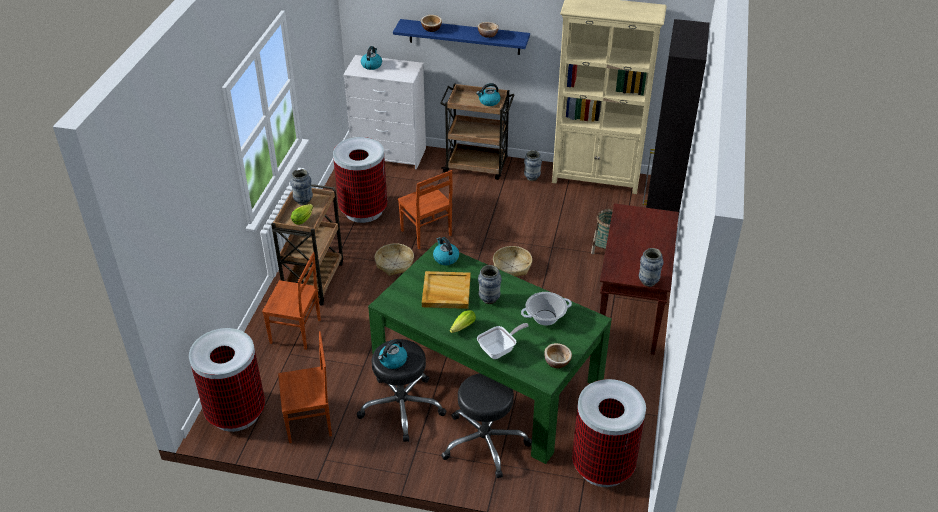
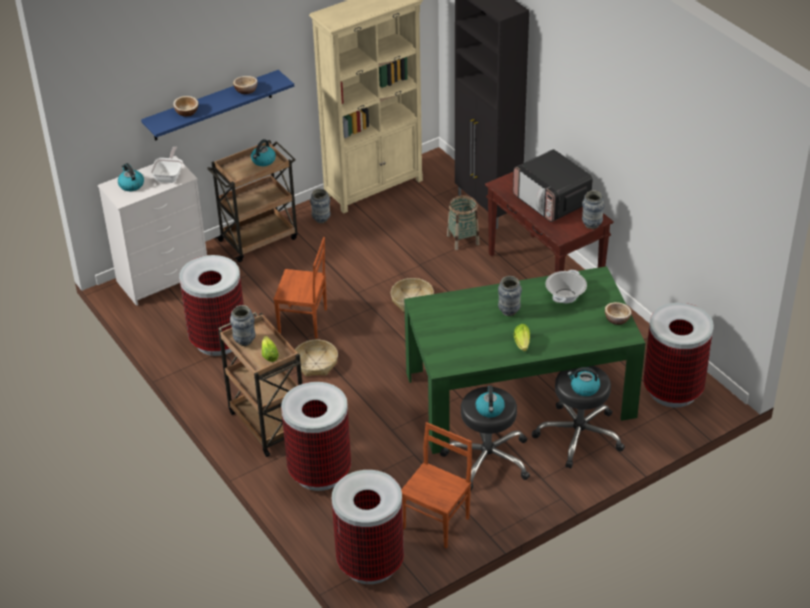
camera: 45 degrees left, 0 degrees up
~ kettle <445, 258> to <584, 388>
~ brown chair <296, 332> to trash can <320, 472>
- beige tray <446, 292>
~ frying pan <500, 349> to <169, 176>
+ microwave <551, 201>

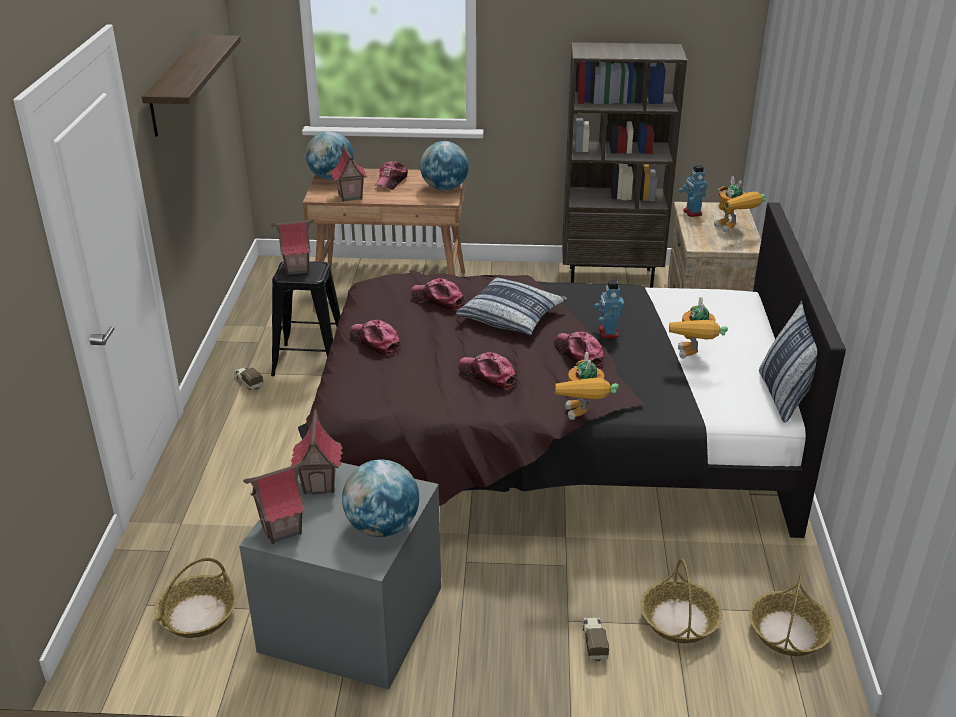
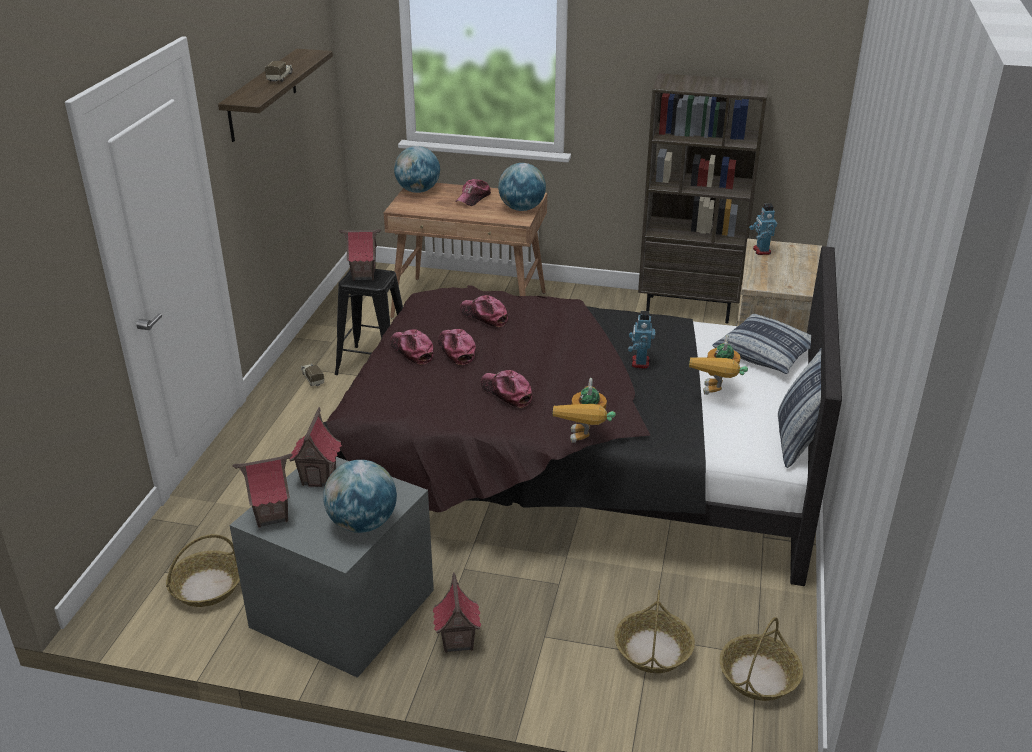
camera: 10 degrees right, 0 degrees up
~ toy house <350, 196> to <457, 641>
- toy robot <733, 230>
~ pillow <511, 316> to <767, 353>
~ cap <578, 354> to <456, 350>
~ toy truck <594, 643> to <280, 77>

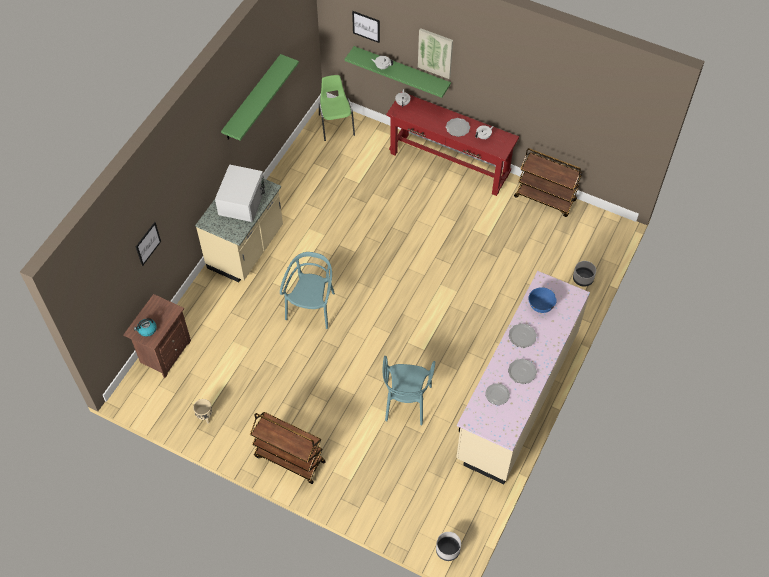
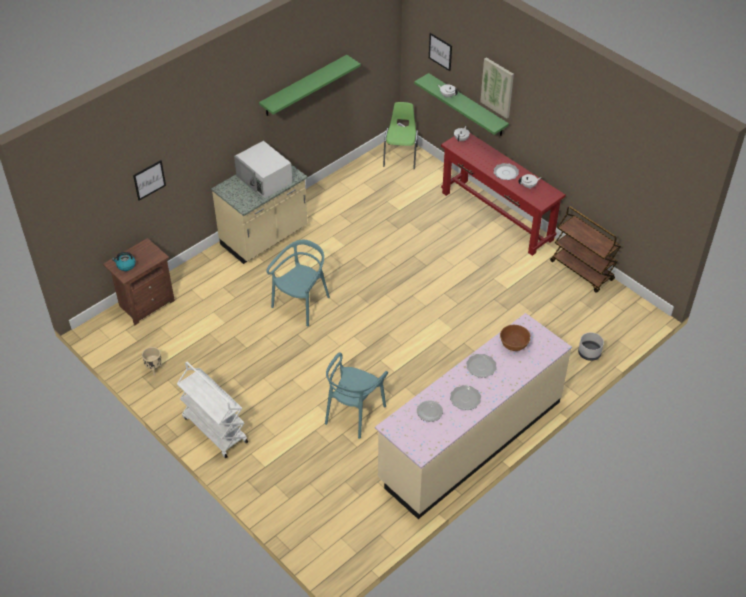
camera: 20 degrees right, 10 degrees down
~ white microwave <242, 200> = <264, 179> 105 degrees clockwise
~ blue bowl <541, 305> to brown bowl <514, 344>
~ brown cart <289, 459> to white cart <214, 429>
- grey planter <447, 550>

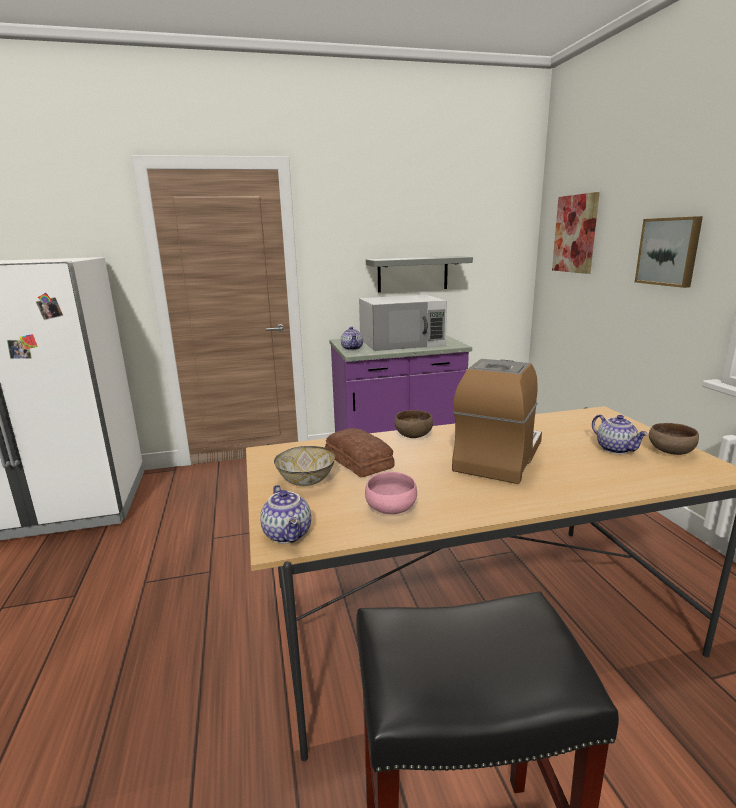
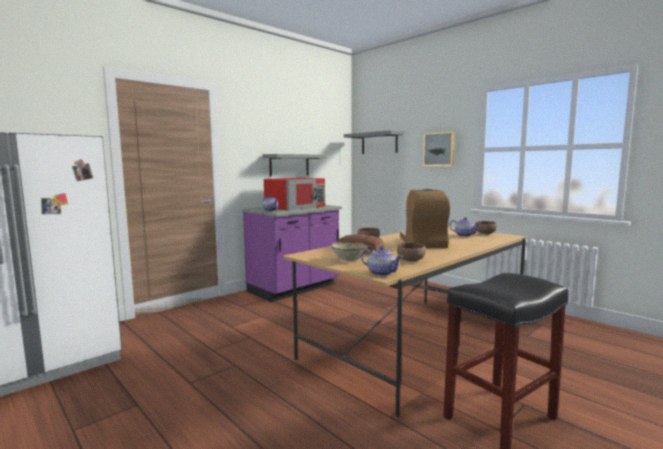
camera: 30 degrees left, 10 degrees down
~ picture <575, 234> to grey shelf <379, 143>
~ white microwave <402, 342> to red microwave <295, 207>
~ pink bowl <391, 510> to brown bowl <411, 261>

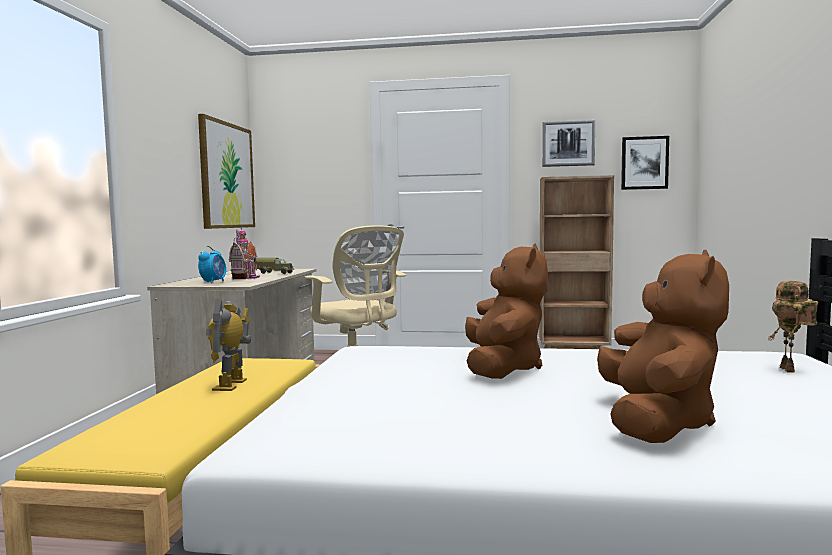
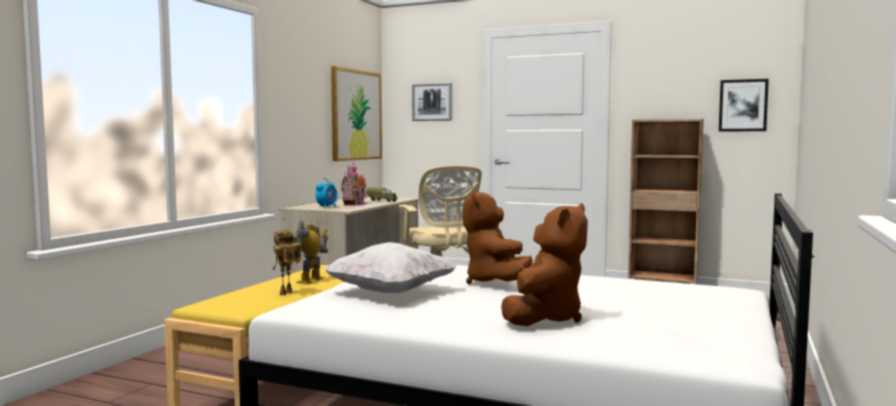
camera: 15 degrees right, 0 degrees up
~ picture <568, 143> to <432, 102>
~ brown plush toy <502, 369> = <494, 282> 150 degrees clockwise
~ toy robot <790, 370> to <286, 293>
+ white pillow <391, 293>

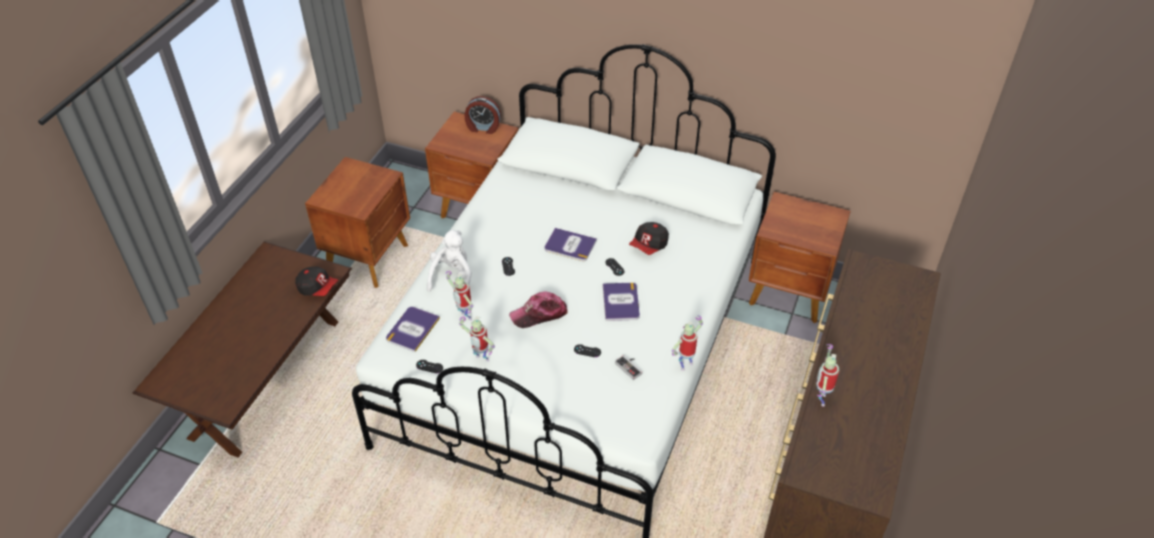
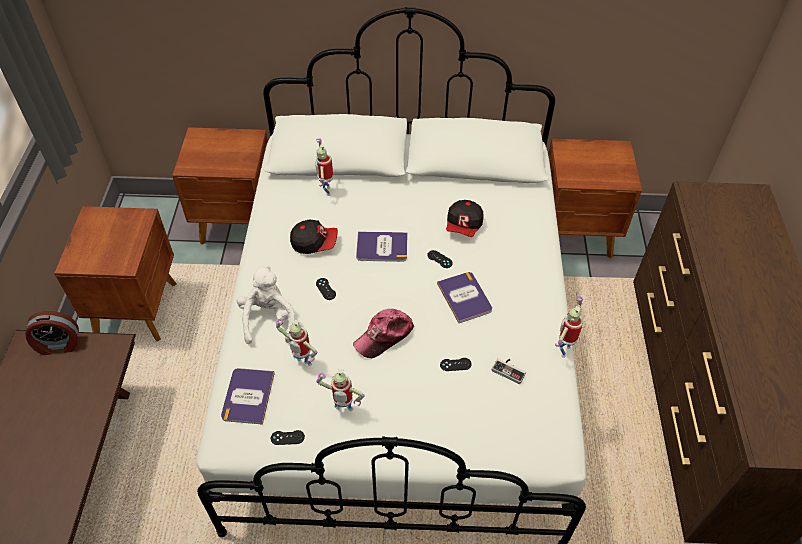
camera: 20 degrees left, 5 degrees up
~ alarm clock <483, 128> to <58, 345>
~ cap <317, 288> to <314, 243>
~ toy robot <820, 399> to <326, 191>

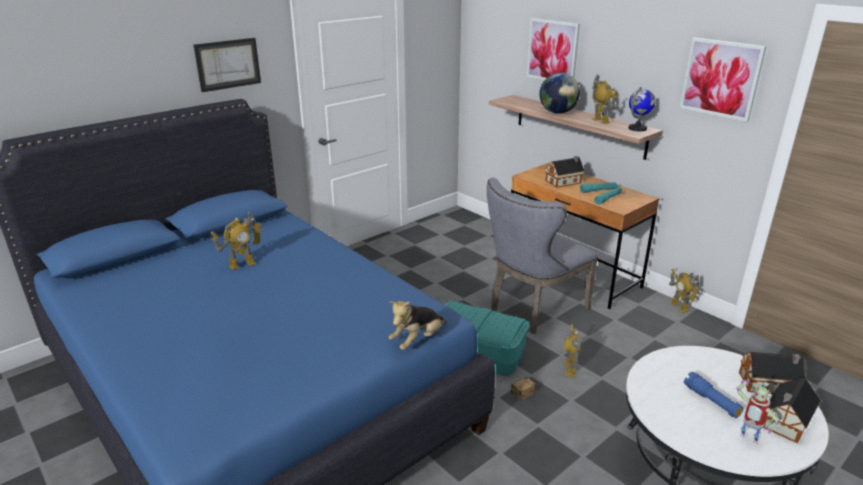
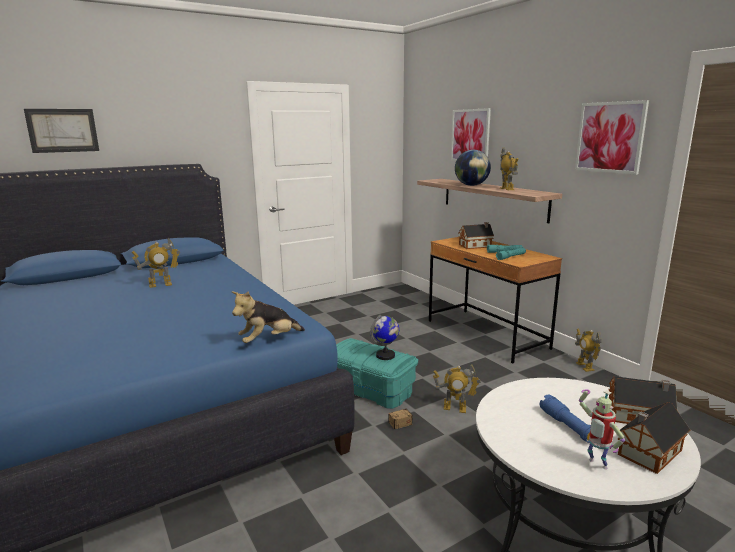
camera: 10 degrees right, 10 degrees down
~ picture <228, 64> to <63, 130>
~ globe <637, 128> to <385, 356>
- grey chair <533, 310>
~ toy robot <570, 369> = <455, 408> 90 degrees counterclockwise

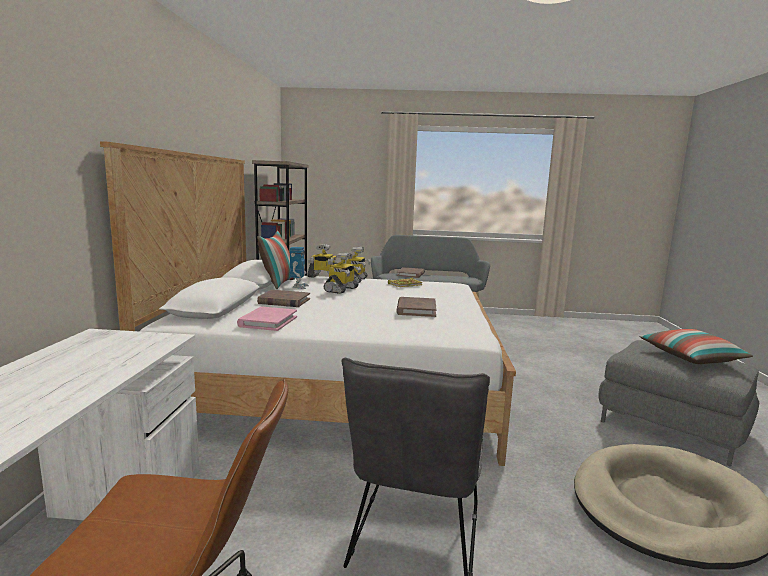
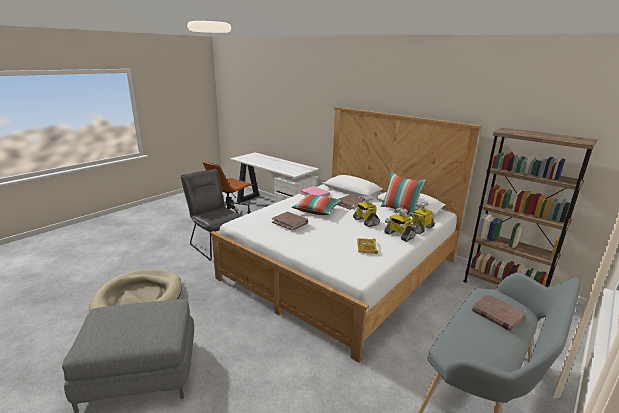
camera: 125 degrees right, 10 degrees up
- toy robot <299, 287>
~ pillow <691, 358> to <316, 210>

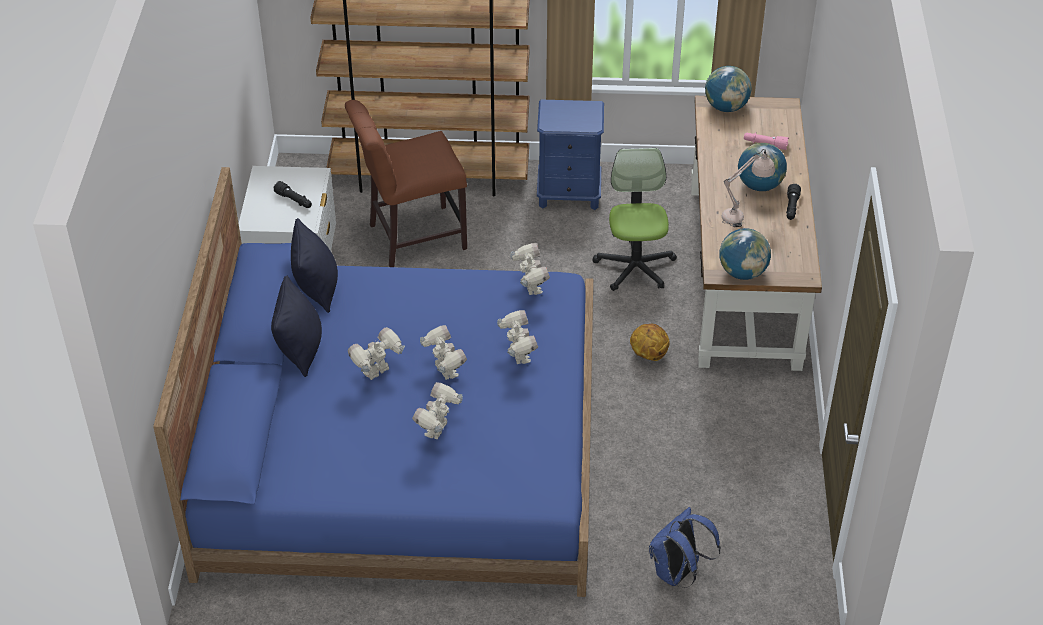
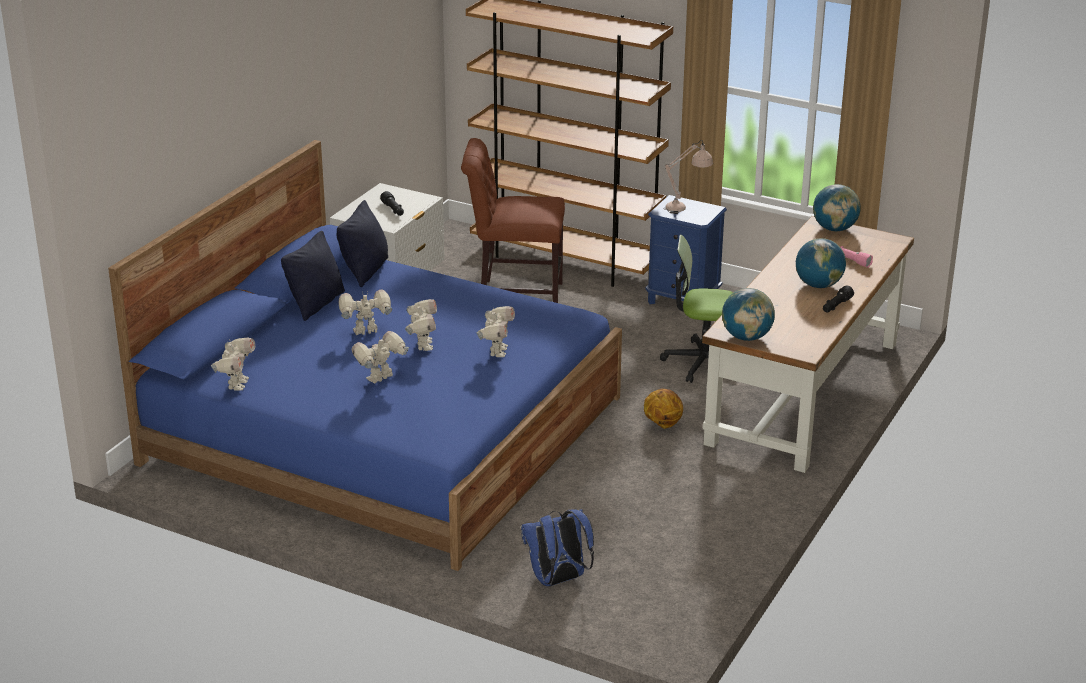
camera: 25 degrees right, 15 degrees down
~ office chair <635, 267> = <702, 362> 105 degrees counterclockwise
~ beige table lamp <744, 215> to <686, 208>
~ toy robot <530, 288> to <236, 384>

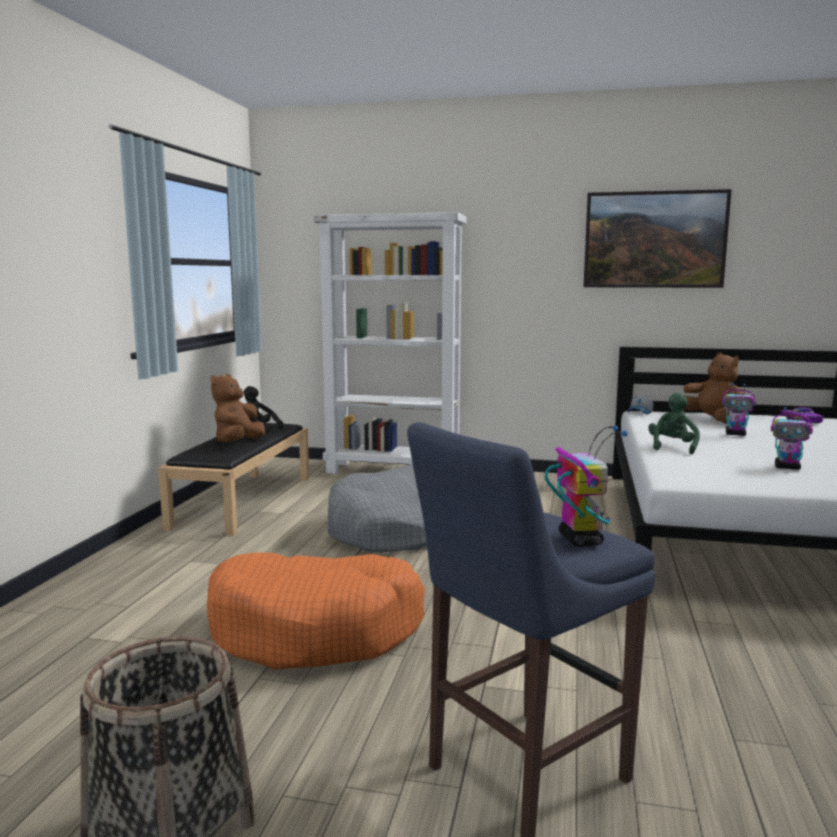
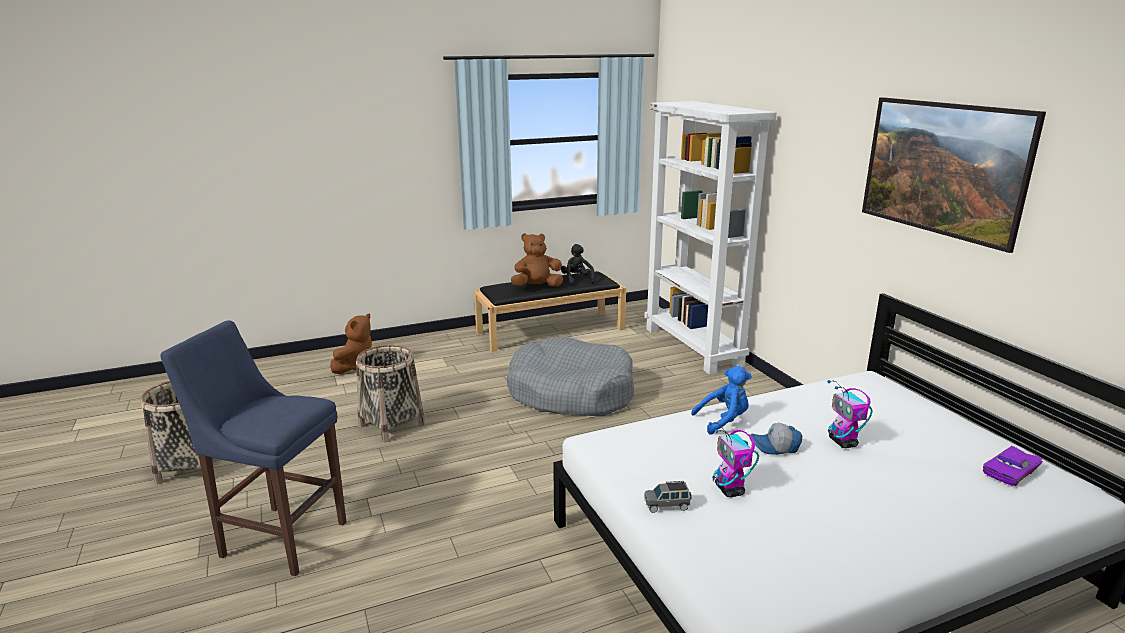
camera: 55 degrees right, 10 degrees up
~ brown plush toy <712, 420> to <356, 367>
~ green plush toy <672, 447> to blue plush toy <724, 421>
~ cap <640, 412> to <775, 447>
- toy robot <579, 539>
~ orange dog bed <316, 630> to basket <391, 425>
+ grey toy car <667, 505>

